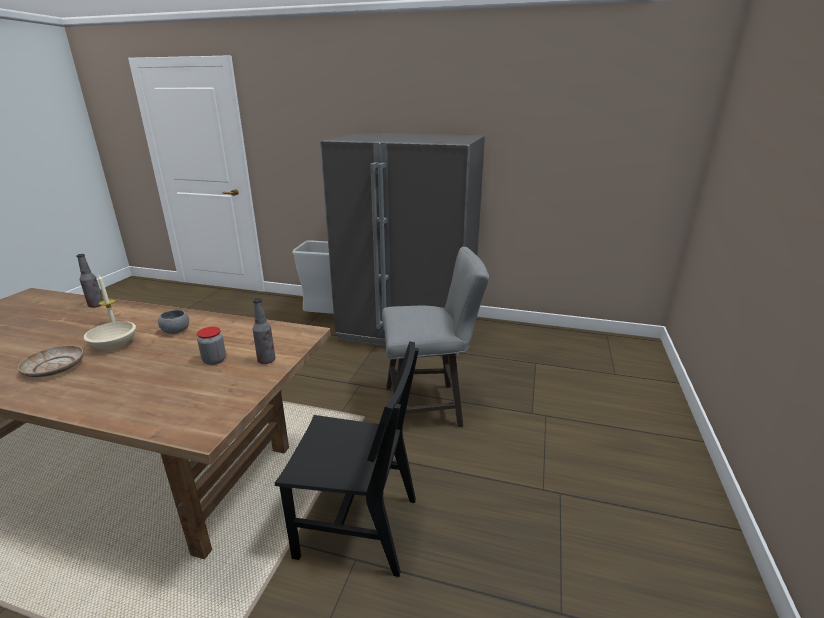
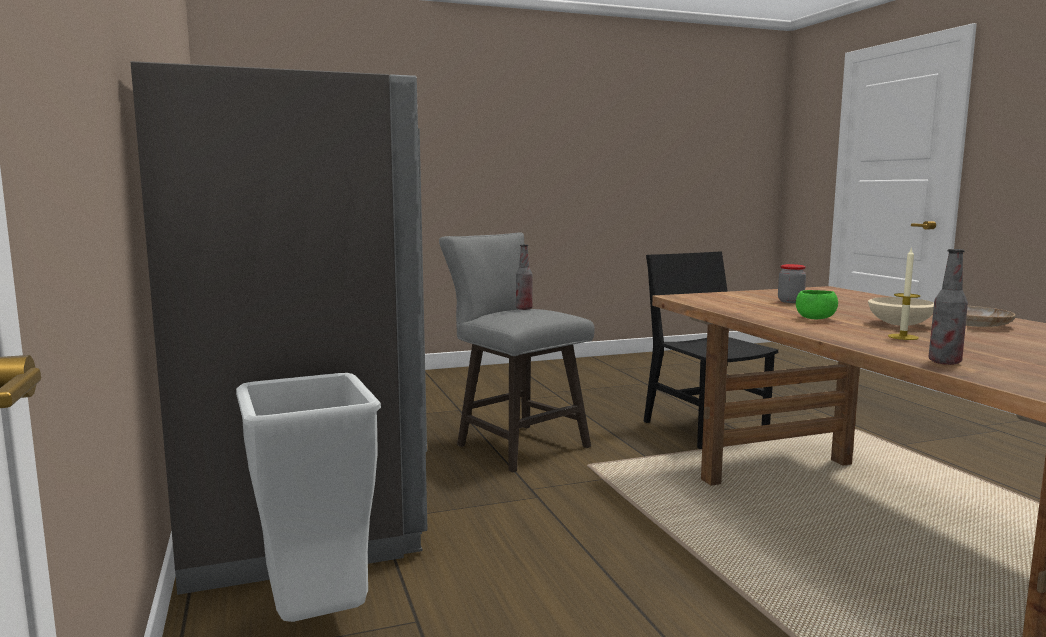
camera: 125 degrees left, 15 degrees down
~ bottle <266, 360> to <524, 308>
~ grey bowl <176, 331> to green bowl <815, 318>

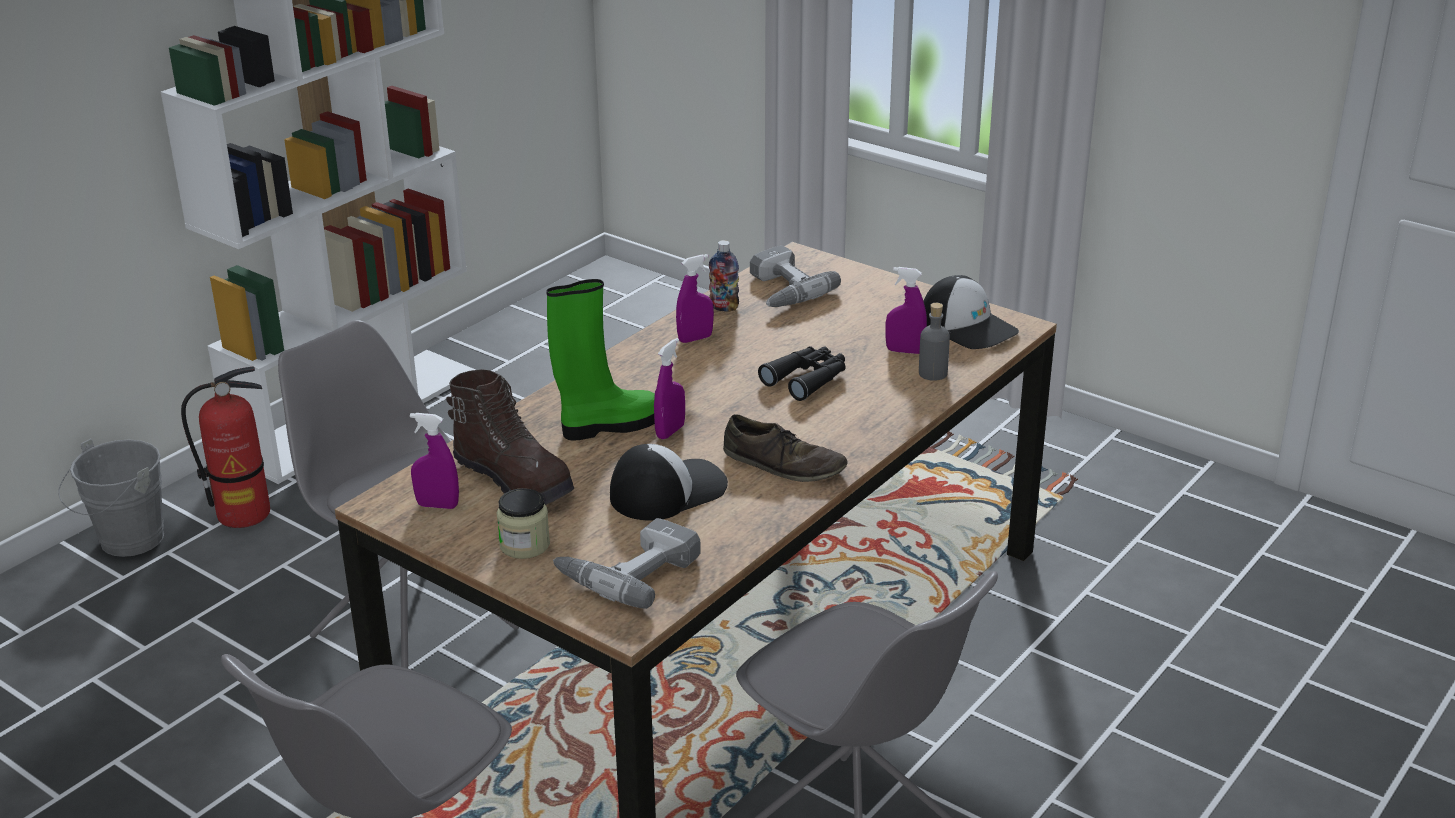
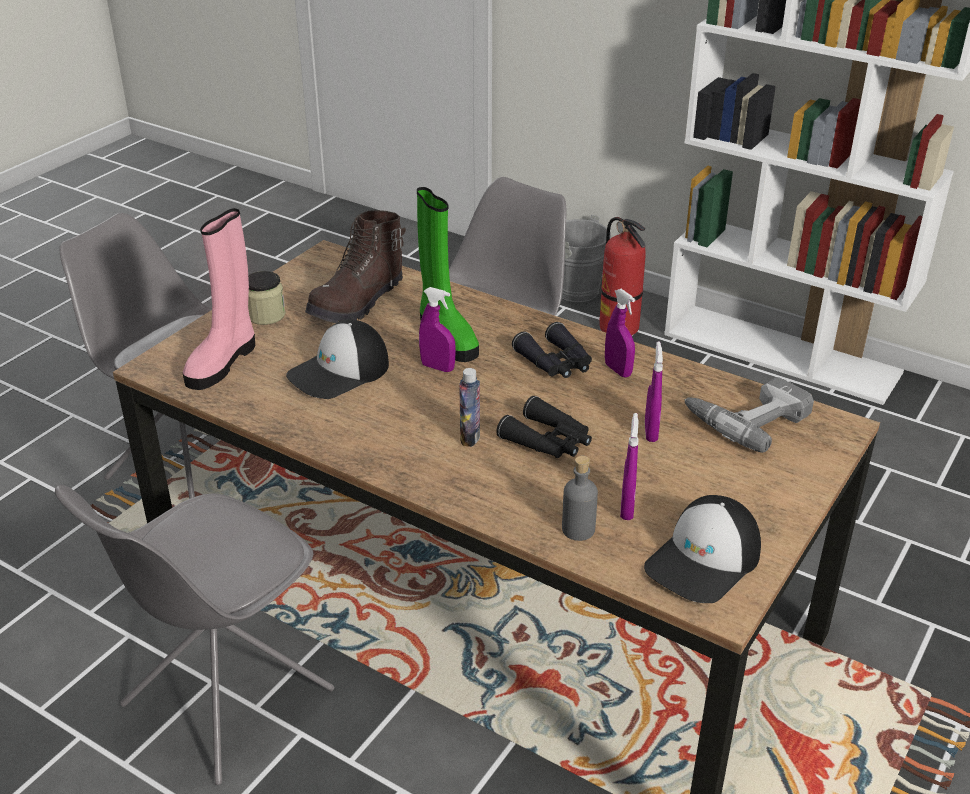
camera: 85 degrees right, 5 degrees up
~ bottle <724, 307> to <470, 438>
~ purple spray bottle <437, 505> to <651, 432>
- brown shoe <784, 464>
~ cap <667, 490> = <339, 372> 90 degrees clockwise
~ power drill <628, 571> to pink boot <223, 362>
+ black binoculars <556, 363>

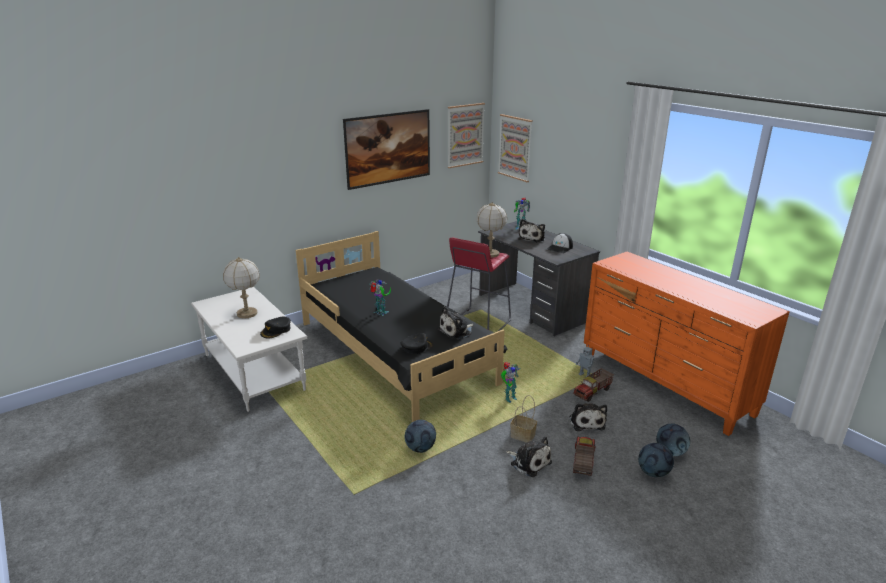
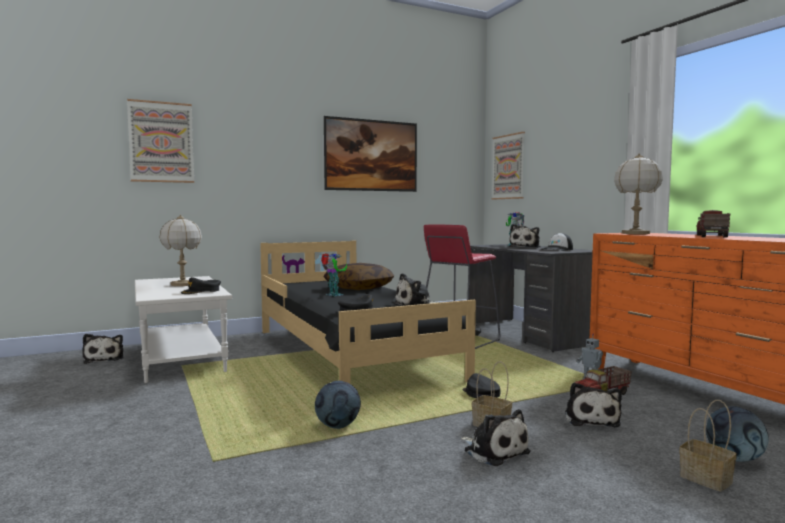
camera: 10 degrees right, 20 degrees down
~ picture <465, 135> to <161, 142>
~ table lamp <490, 254> to <635, 233>
~ toy robot <509, 399> to black cap <481, 393>
~ toy truck <582, 463> to <711, 236>
~ football <653, 473> to basket <708, 479>
+ pillow <359, 288>
+ plush toy <104, 359>

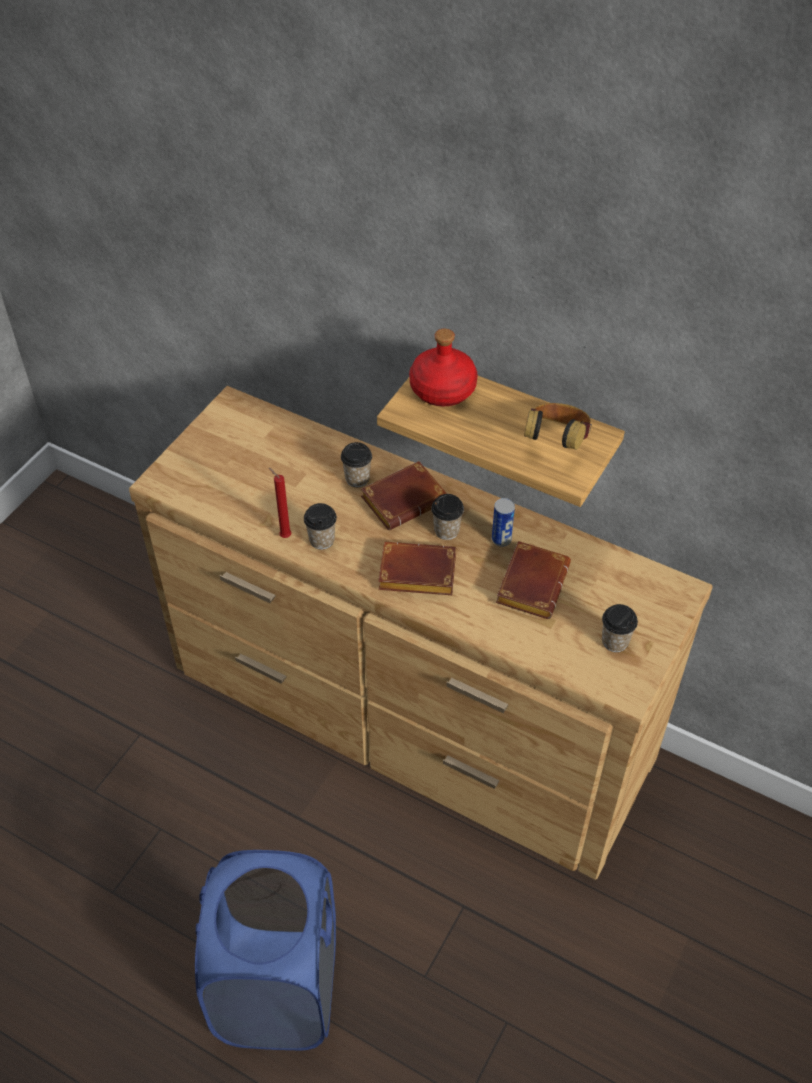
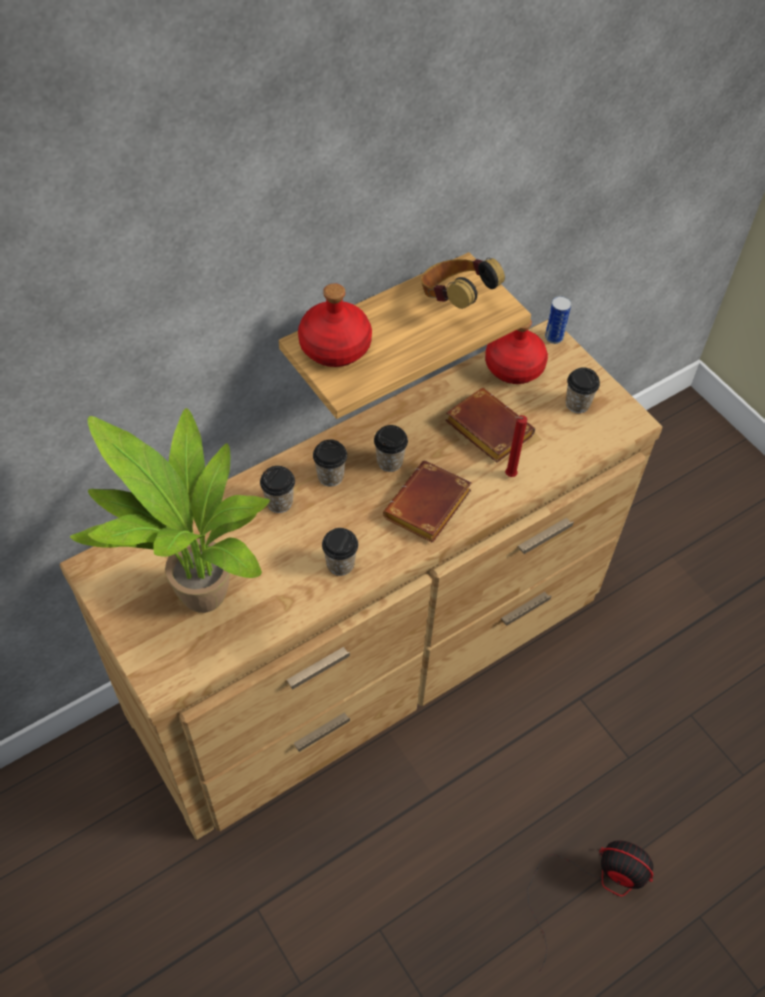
camera: 65 degrees left, 5 degrees up
~ brown book <404, 499> to cup <330, 476>
~ red candle <284, 535> to <509, 476>
~ can <501, 539> to <554, 337>
~ blue laundry basket <278, 989> to fan <593, 884>
+ red bottle <515, 367>
+ potted plant <198, 601>

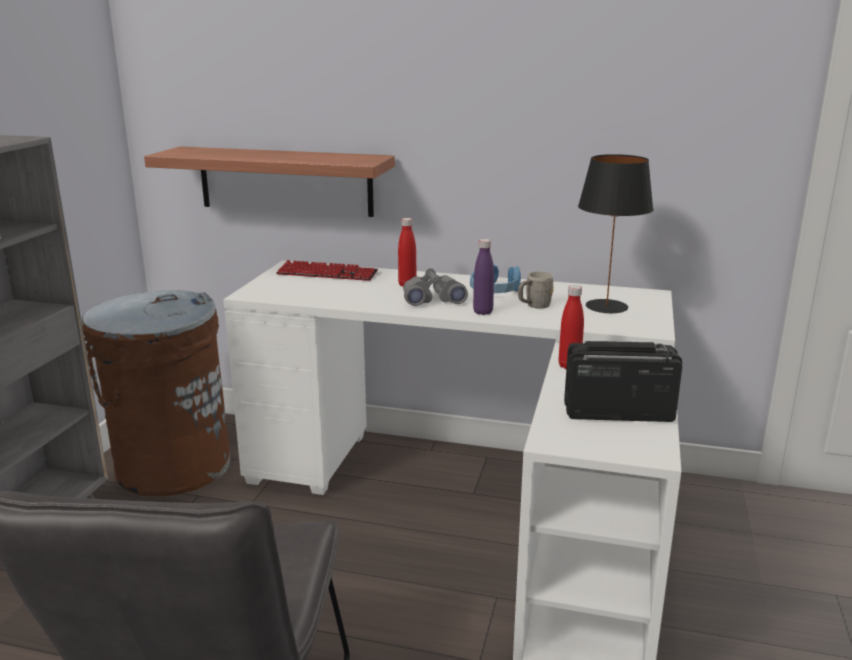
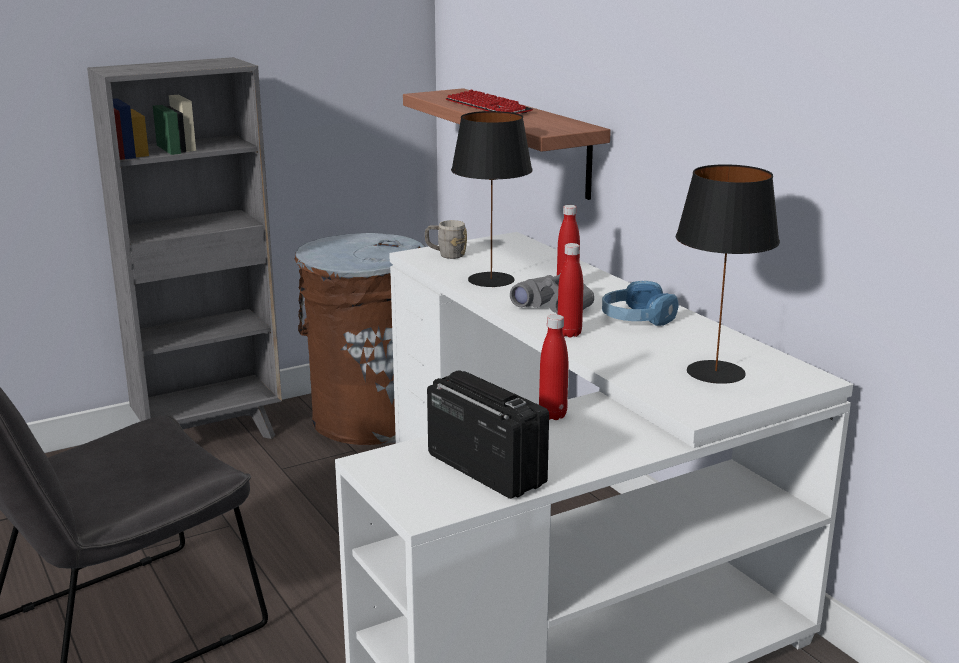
camera: 45 degrees right, 0 degrees up
~ purple bottle <483, 312> to red bottle <569, 333>
~ keyboard <327, 274> to <488, 107>
~ grey mug <534, 306> to <446, 255>
+ black table lamp <491, 279>

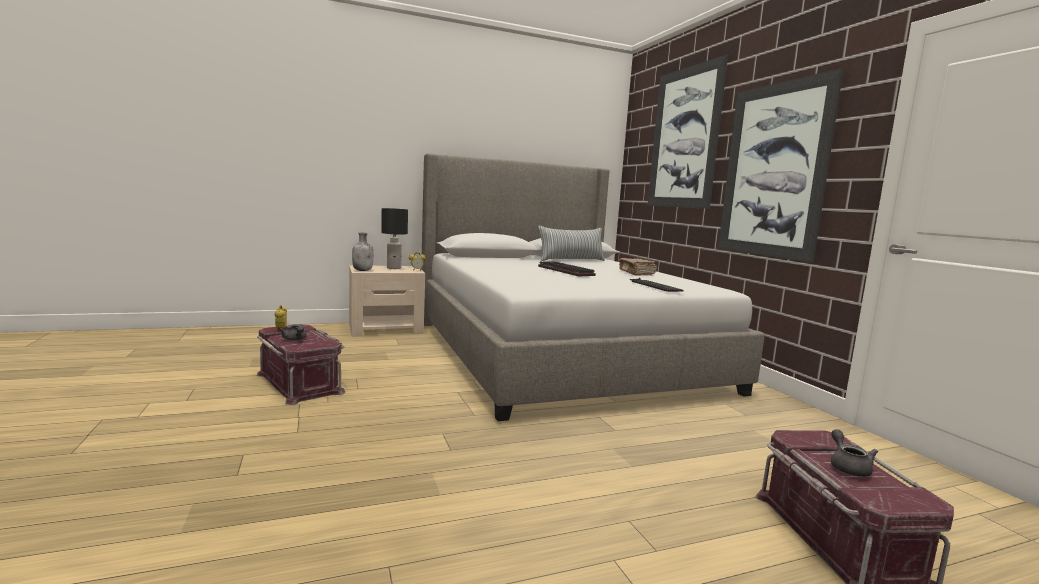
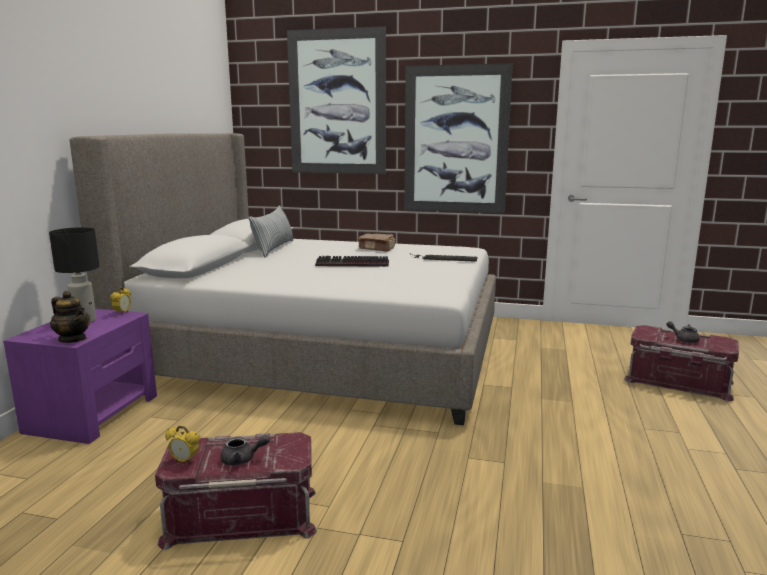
camera: 55 degrees left, 5 degrees up
~ grey bottle <363, 270> to teapot <73, 339>
~ beige nightstand <386, 328> to purple nightstand <93, 413>

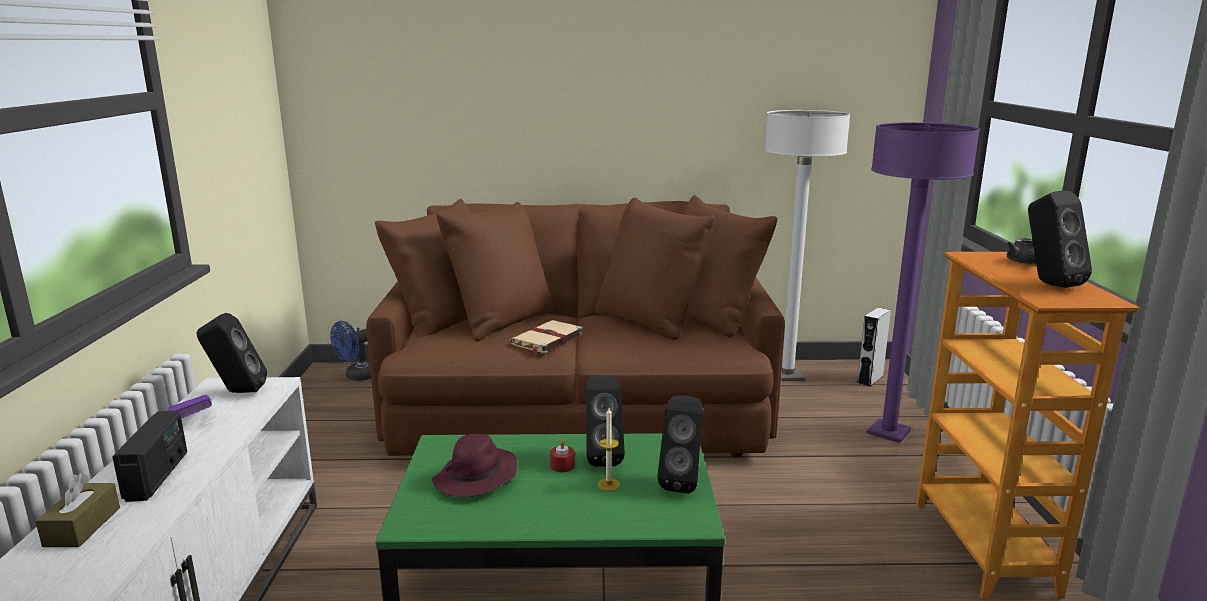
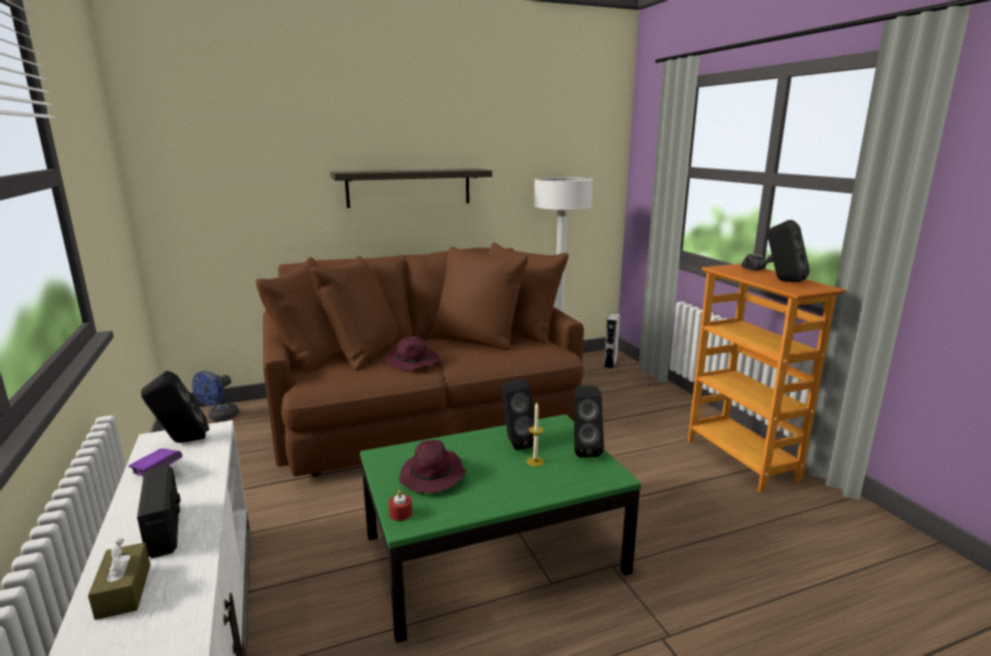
camera: 20 degrees left, 0 degrees up
- purple floor lamp <888, 432>
~ beige book <546, 339> to purple hat <413, 362>
~ red candle <562, 466> to <400, 513>
+ shelf <409, 187>

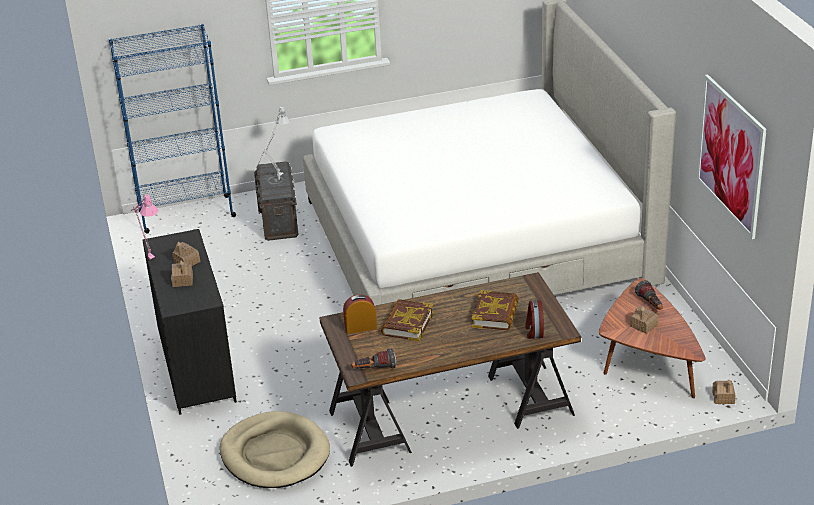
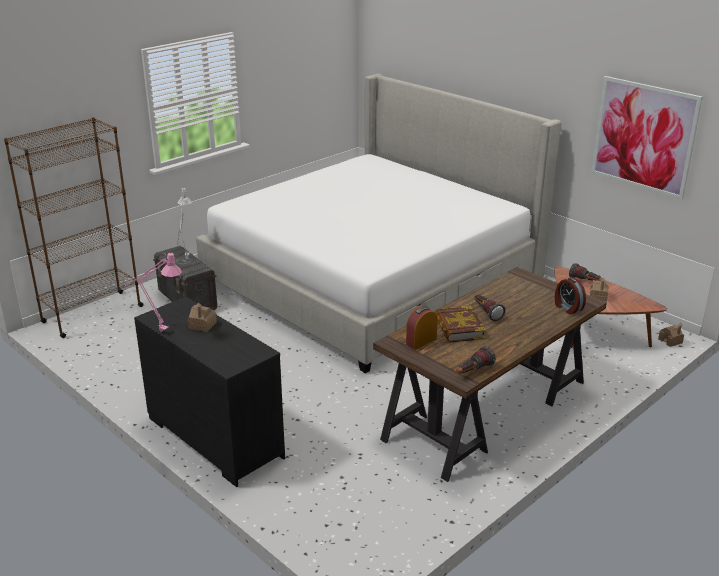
camera: 30 degrees left, 5 degrees down
~ blue bookcase <186, 214> to brown bookcase <92, 314>
- toy house <182, 281>
- book <495, 314>
- beige dog bed <275, 454>
+ flashlight <486, 313>

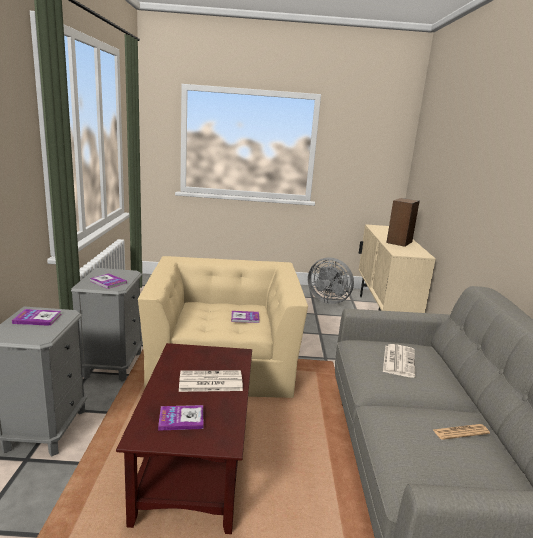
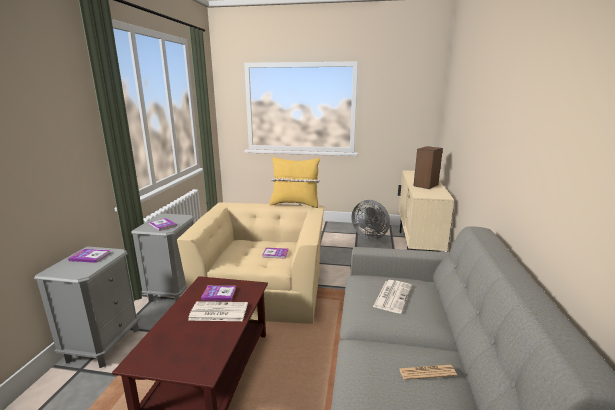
camera: 10 degrees right, 0 degrees up
~ book <181, 419> to <219, 294>
+ yellow pillow <295, 204>

